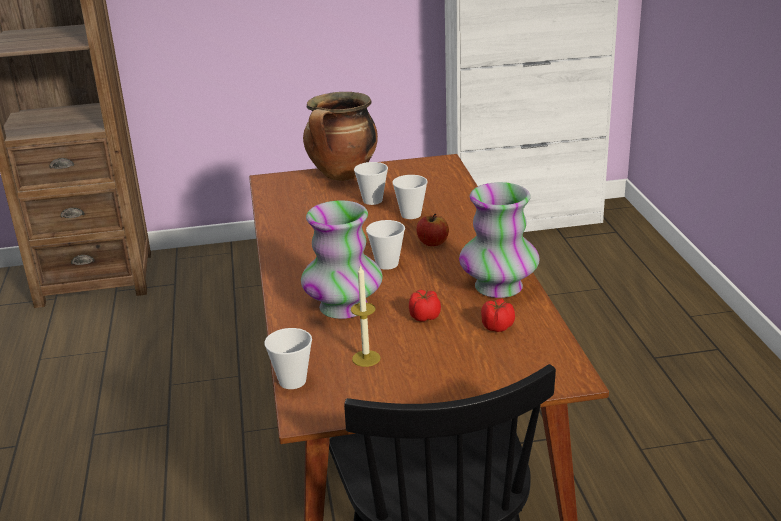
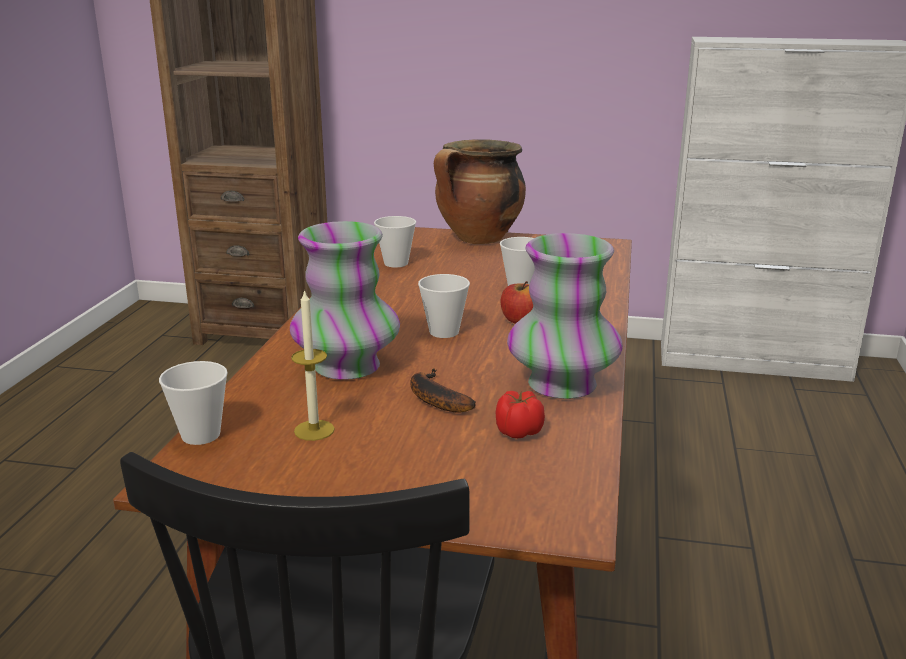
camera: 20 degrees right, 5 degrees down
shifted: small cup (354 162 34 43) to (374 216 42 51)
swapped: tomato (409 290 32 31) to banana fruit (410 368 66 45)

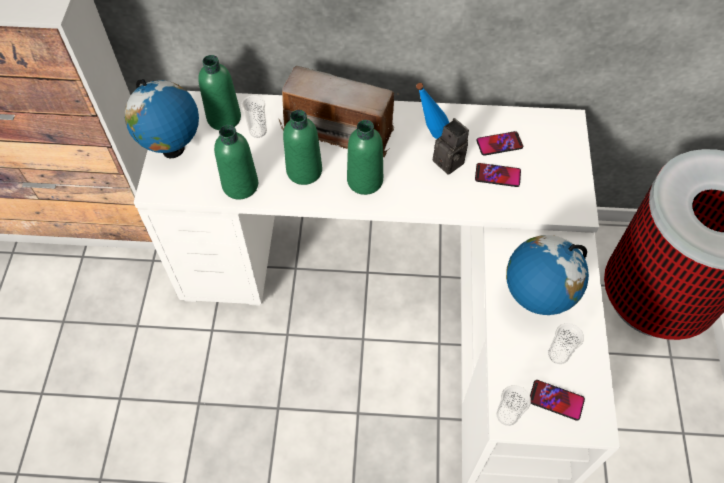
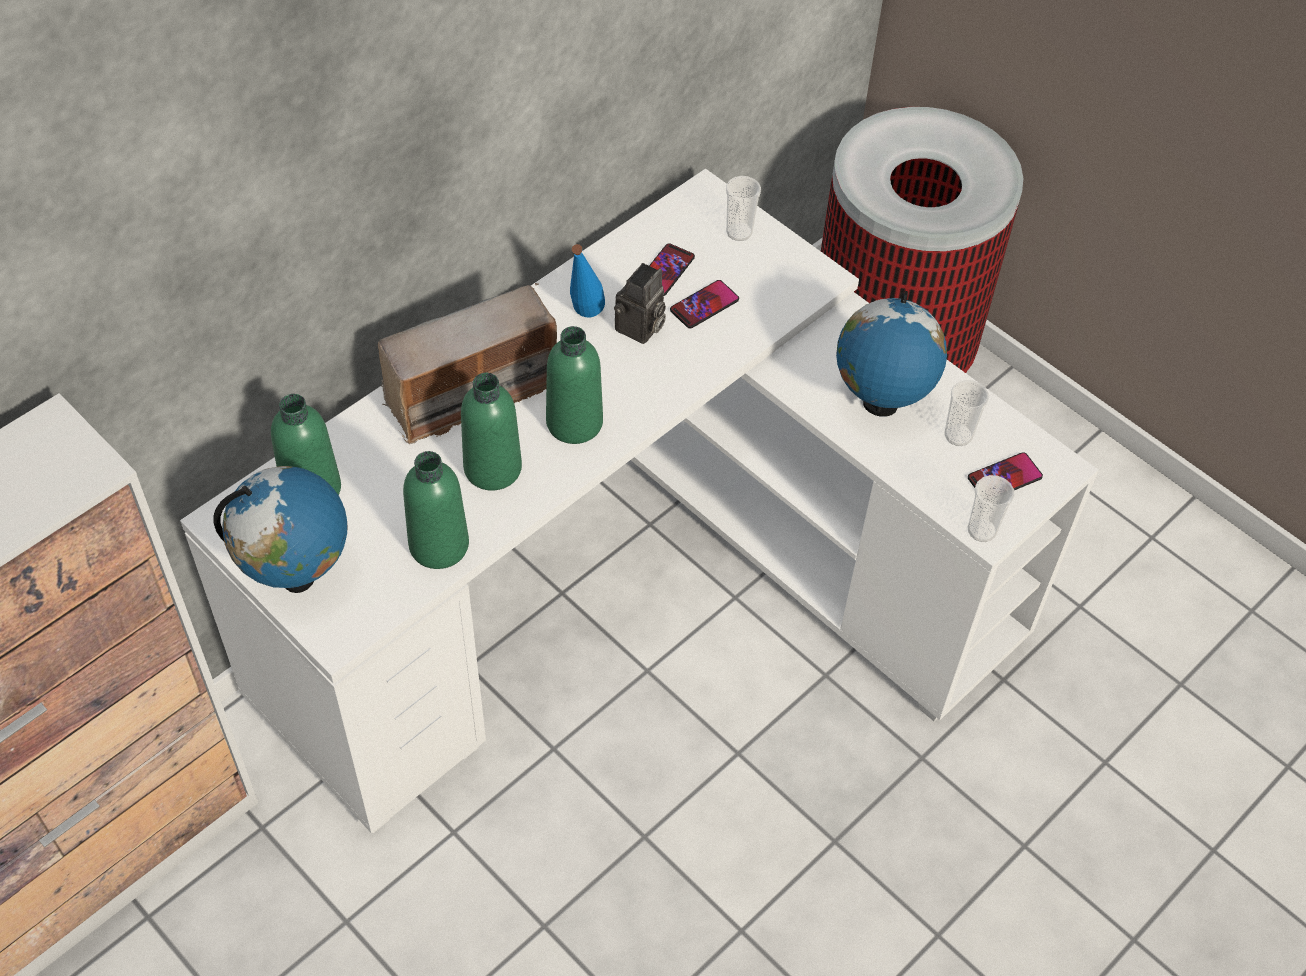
camera: 50 degrees left, 5 degrees down
shifted: small cup (241 95 26 43) to (726 176 35 65)
rotated: photo camera (433 118 36 57) = (614 263 52 81) 120 degrees clockwise

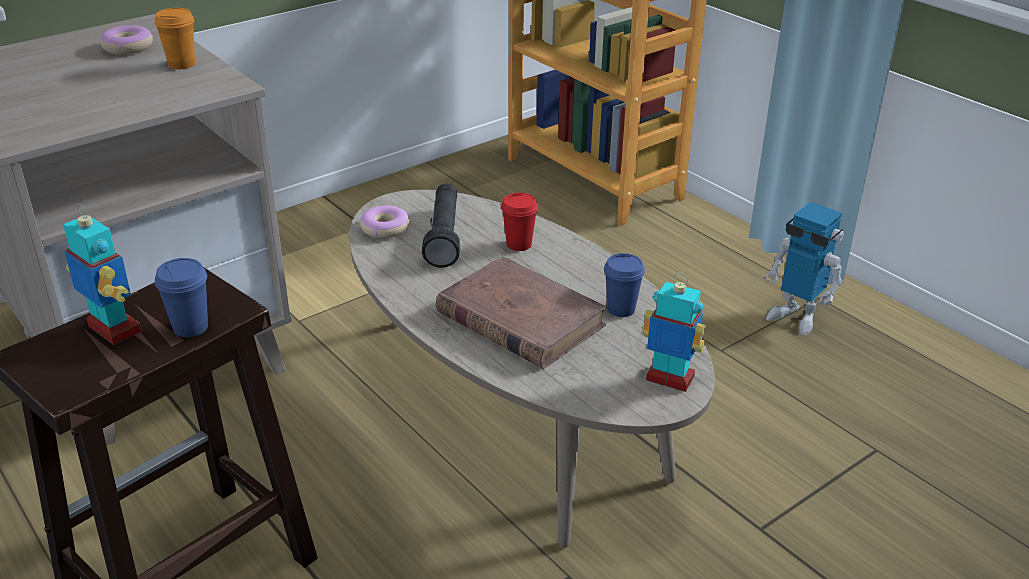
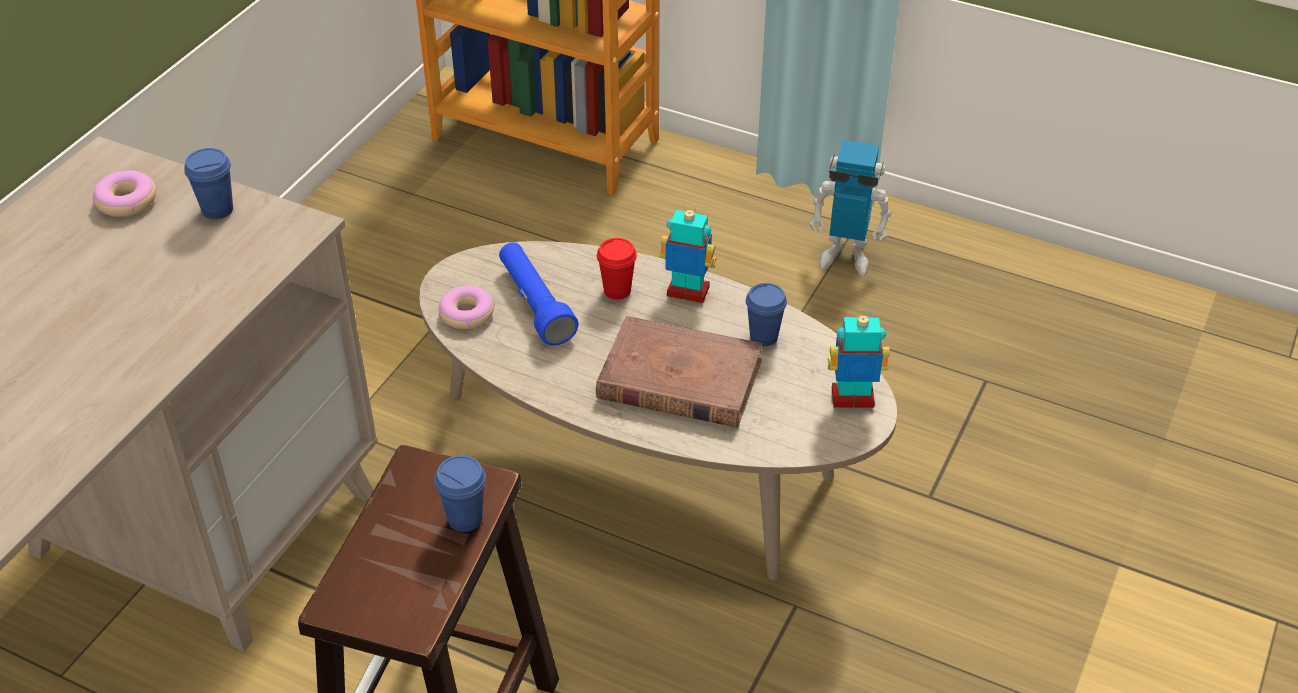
camera: 25 degrees left, 10 degrees up
shifted: robot figure (63 203 79 142) to (659 203 57 100)
repainted: orange-coloured small cup (154 8 41 61) to blue small cup (184 148 49 71); blackish hand torch (422 184 38 84) to blue hand torch (499 242 80 104)

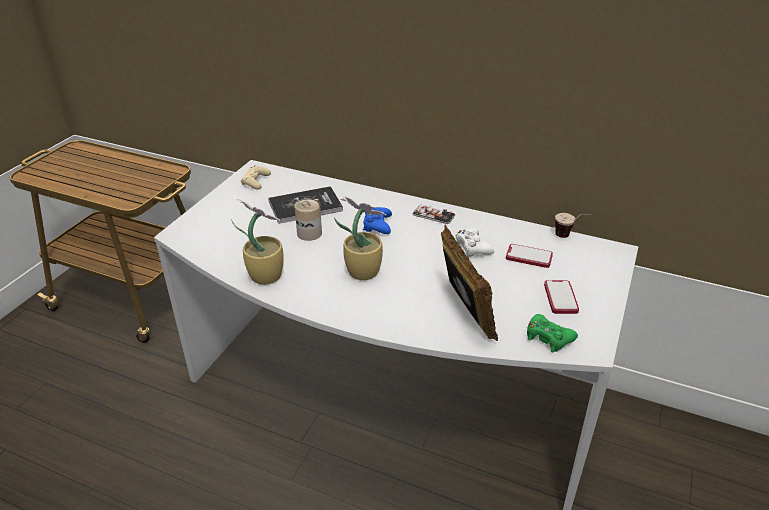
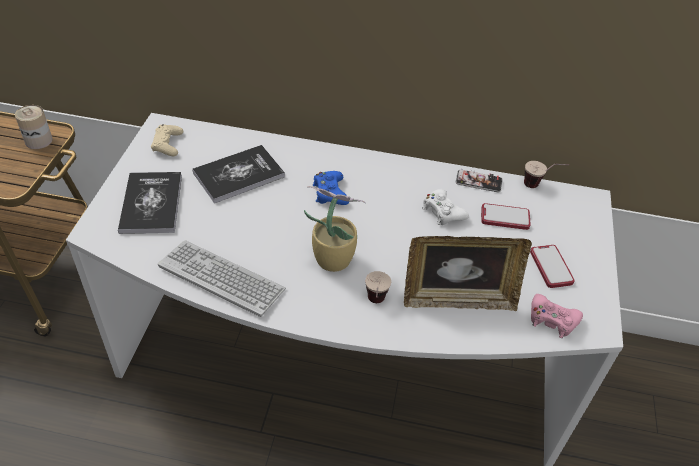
camera: 15 degrees left, 10 degrees up
new: bound book (118 172 64 62); small cup (365 271 26 32)
shifted: sealed can (294 199 28 42) to (15 105 38 44); phone (412 204 43 20) to (456 169 47 24)
swapped: houseplant (231 199 53 86) to keyboard (158 240 128 77)
repainted: green-coloured gamepad (527 314 51 38) to pink-coloured gamepad (531 294 52 44)
rotated: photo frame (441 224 57 117) = (404 236 128 75) 120 degrees clockwise

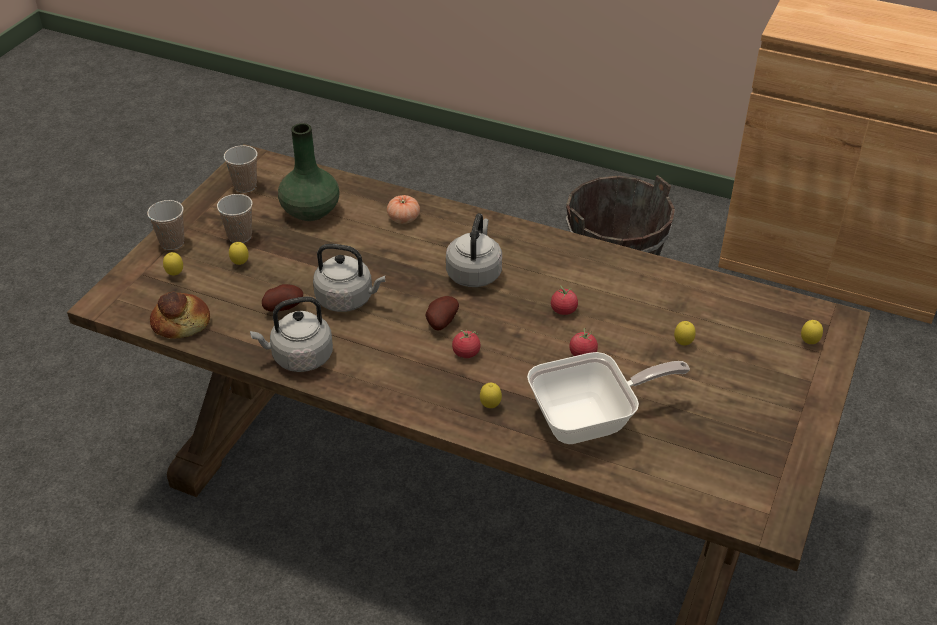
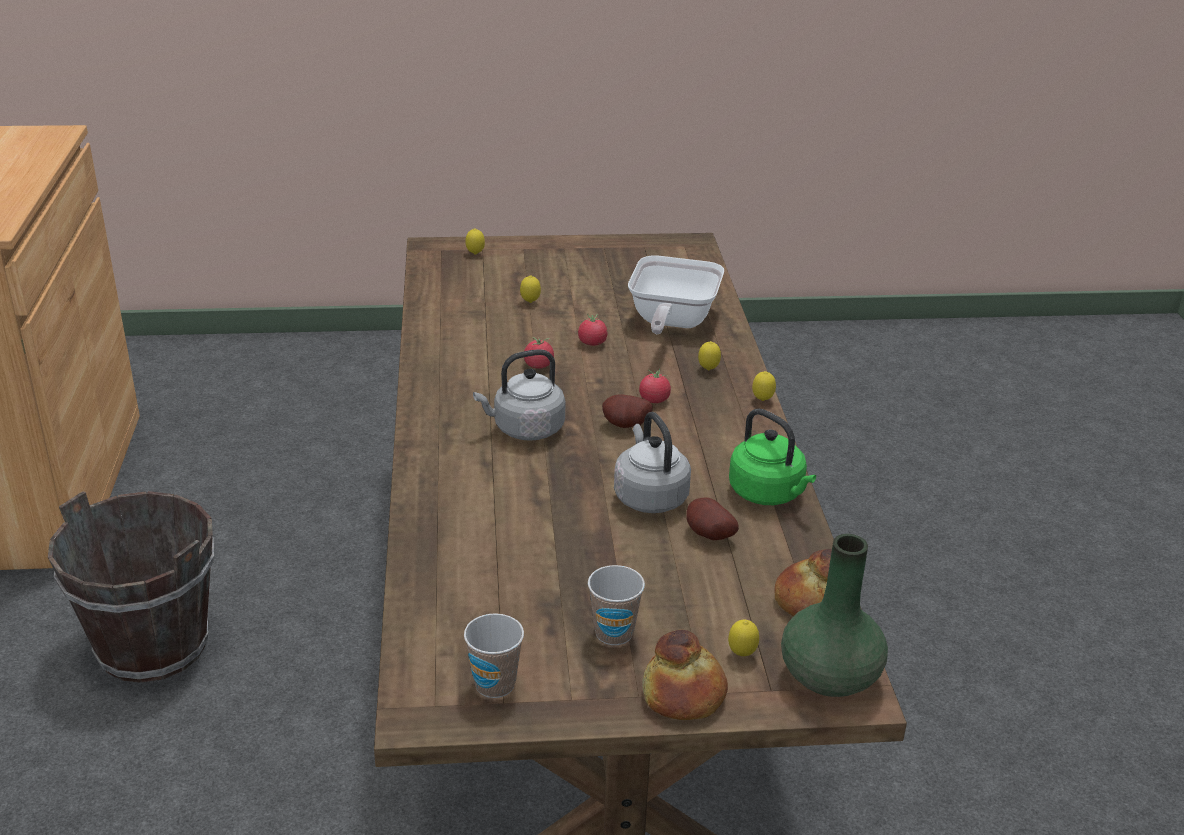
camera: 120 degrees left, 10 degrees down
gone: tomato (387 195 33 29)
shifted: lemon (229 242 20 23) to (752 371 24 30); green-coloured vase (278 123 62 98) to (781 534 107 163)
swapped: small cup (147 200 37 50) to bread (642 630 86 90)
repainted: grey kettle (250 297 83 75) to green-coloured kettle (729 408 87 97)
rotated: frying pan (527 352 163 92) = (628 255 96 79) 120 degrees counterclockwise

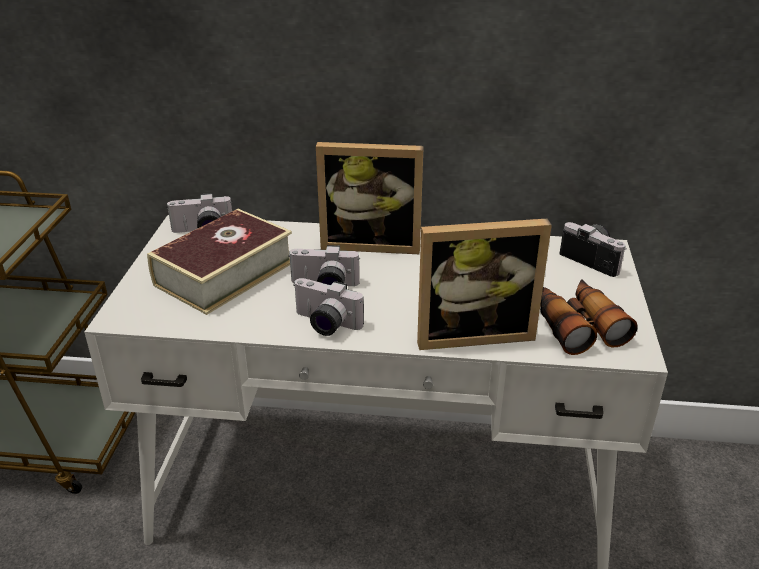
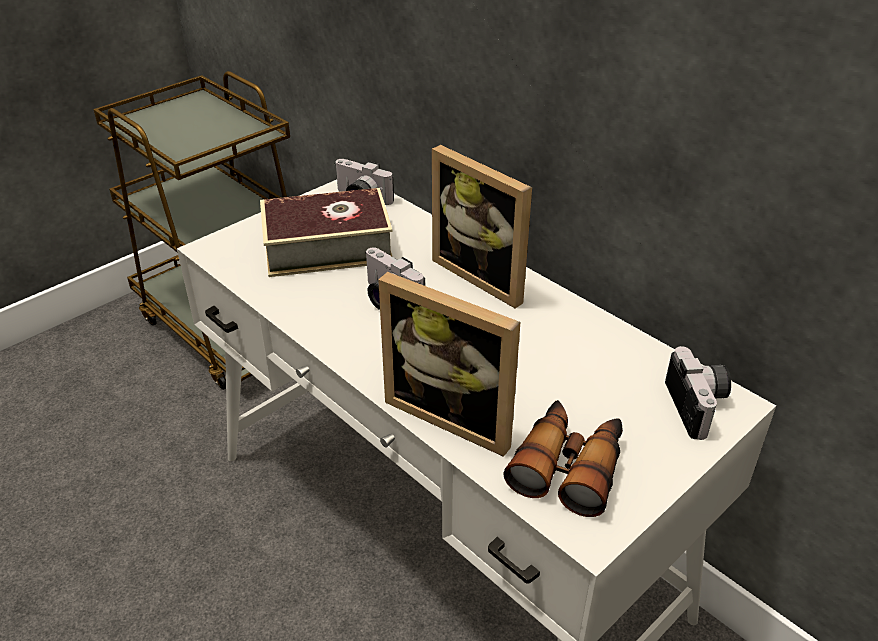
camera: 40 degrees right, 5 degrees up
gone: photo camera (293 278 71 58)

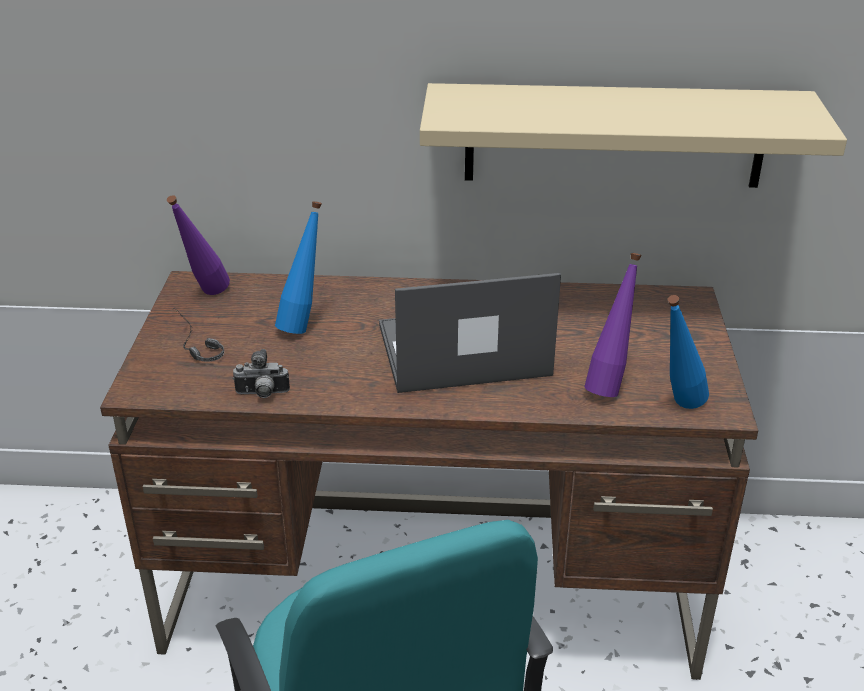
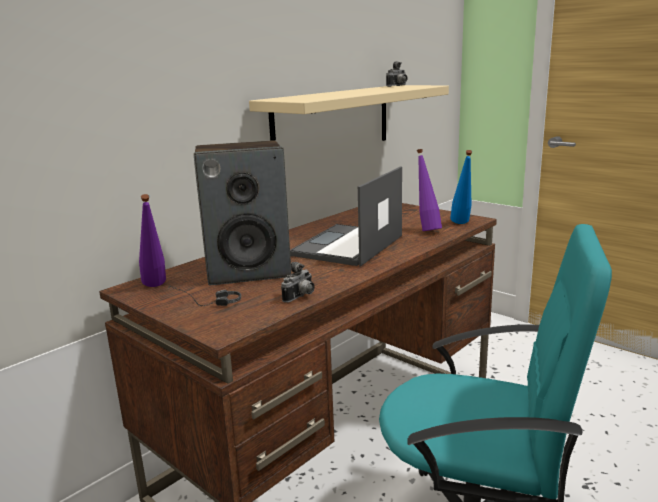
camera: 50 degrees left, 15 degrees down
new: photo camera (386 61 22 26)
swapped: blue beverage bottle (275 201 47 133) to loudspeaker (194 140 97 145)

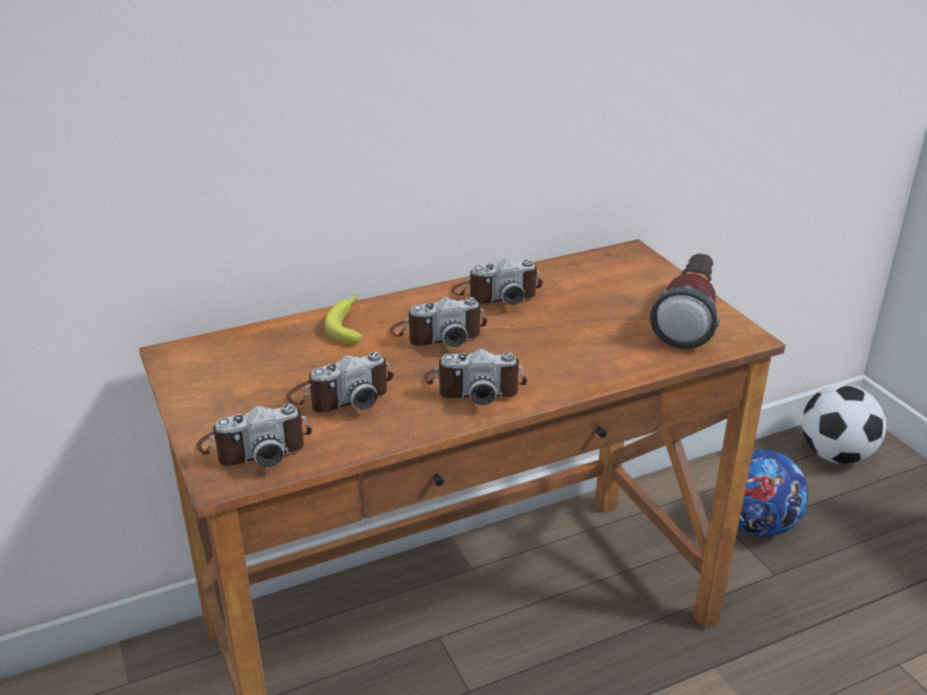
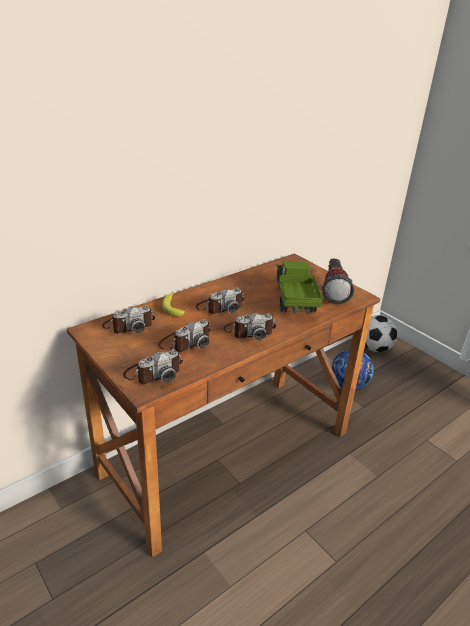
camera: 15 degrees left, 0 degrees up
new: model truck (276 262 46 52)
shifted: photo camera (451 259 92 46) to (102 305 53 29)

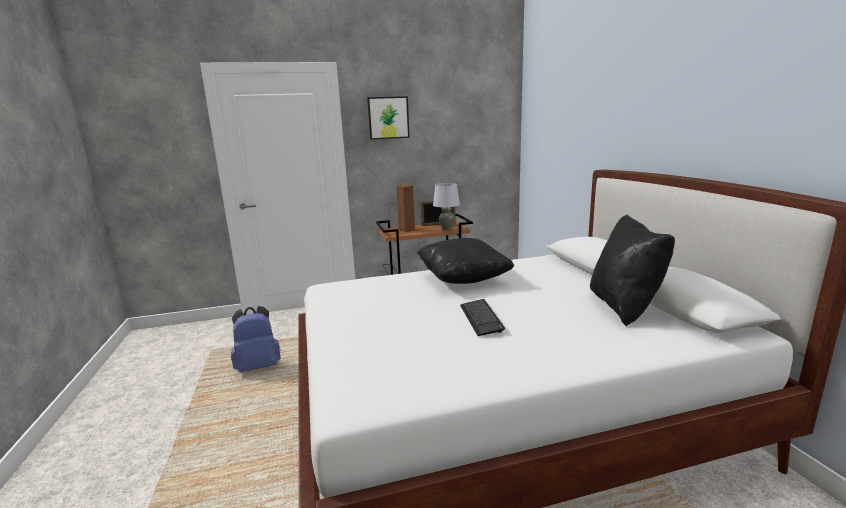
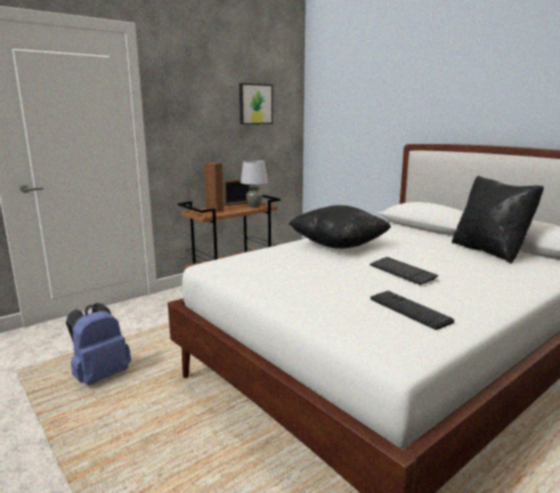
camera: 25 degrees left, 0 degrees up
new: keyboard (370 291 84 39)
shifted: wall art (367 96 43 44) to (239 83 34 41)

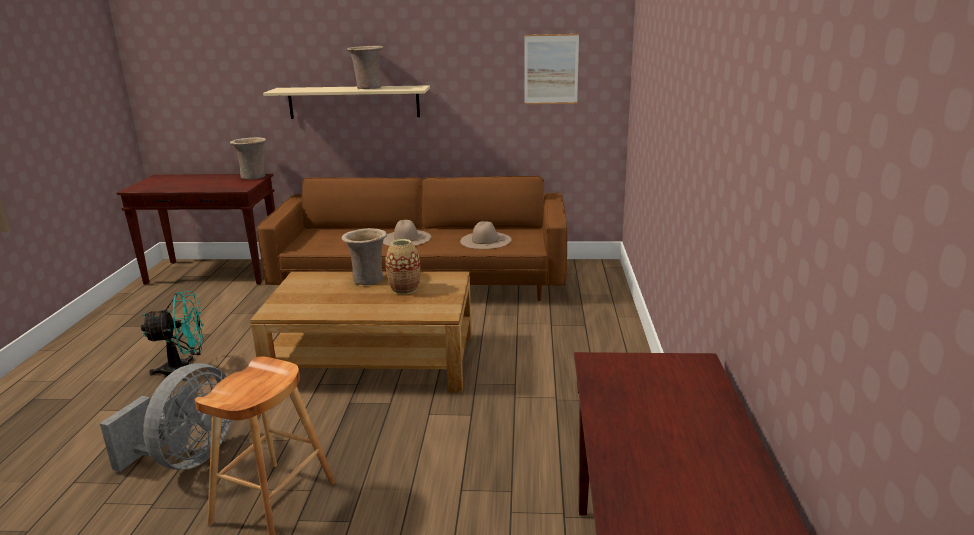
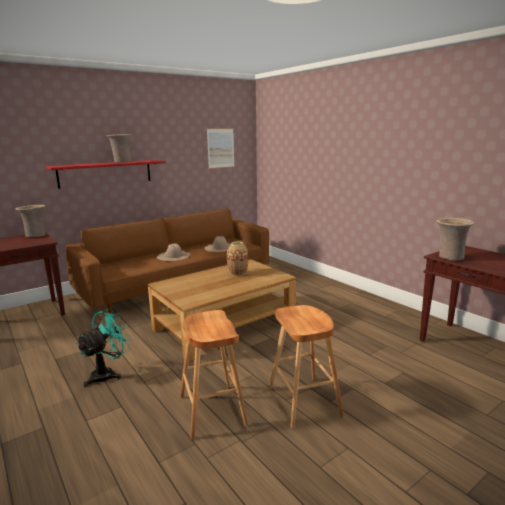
camera: 40 degrees left, 5 degrees down
shifted: beige-coloured vase (342 228 45 57) to (436 218 39 43)
swapped: grey fan (100 363 132 109) to brown-coloured stool seat (180 310 68 130)
repainted: beige-coloured shelf (263 85 167 34) to red shelf (45 160 121 29)

